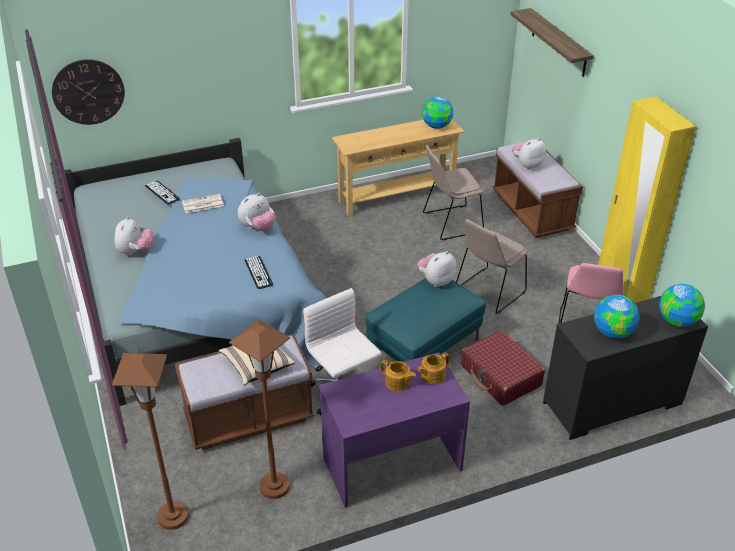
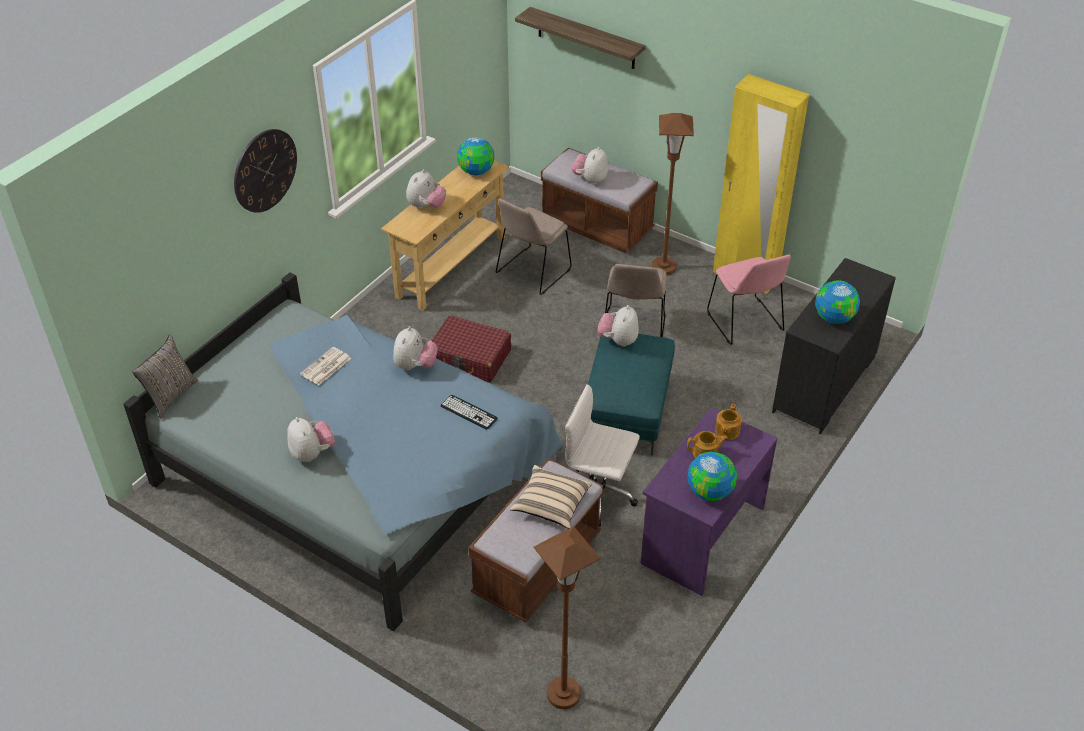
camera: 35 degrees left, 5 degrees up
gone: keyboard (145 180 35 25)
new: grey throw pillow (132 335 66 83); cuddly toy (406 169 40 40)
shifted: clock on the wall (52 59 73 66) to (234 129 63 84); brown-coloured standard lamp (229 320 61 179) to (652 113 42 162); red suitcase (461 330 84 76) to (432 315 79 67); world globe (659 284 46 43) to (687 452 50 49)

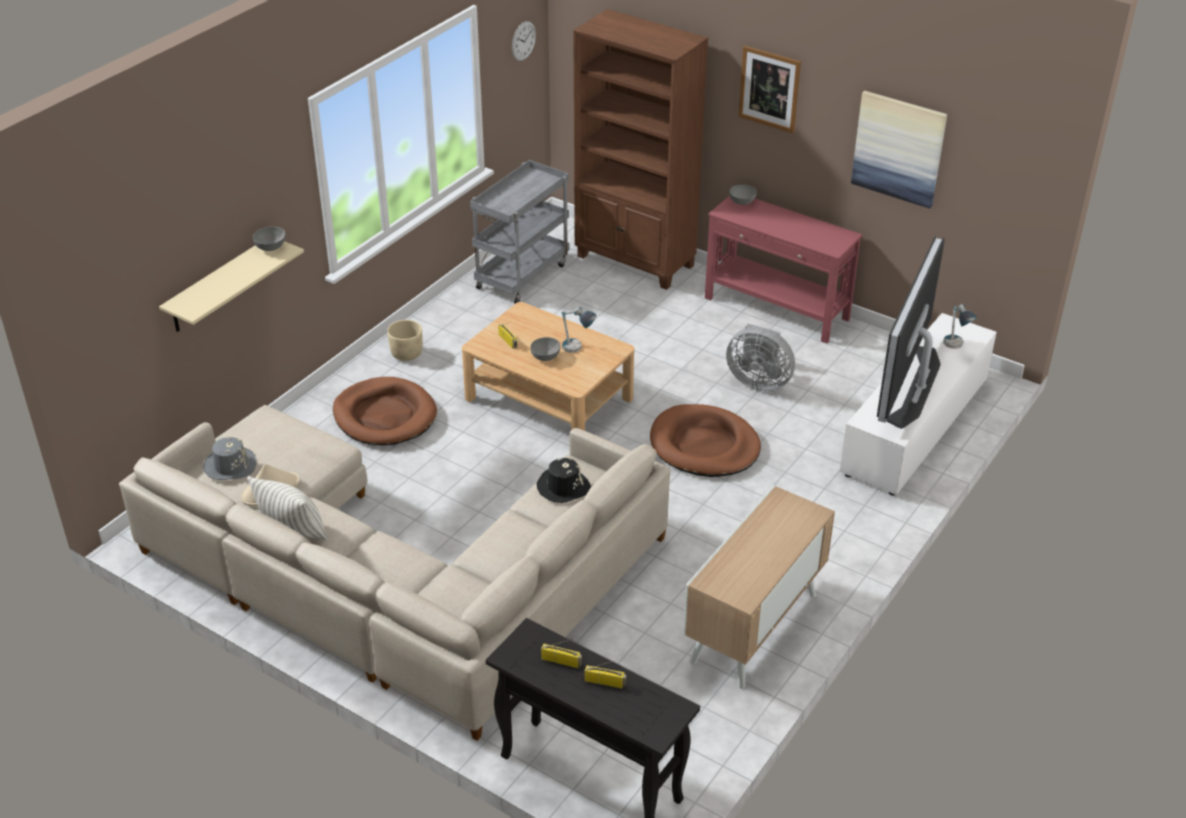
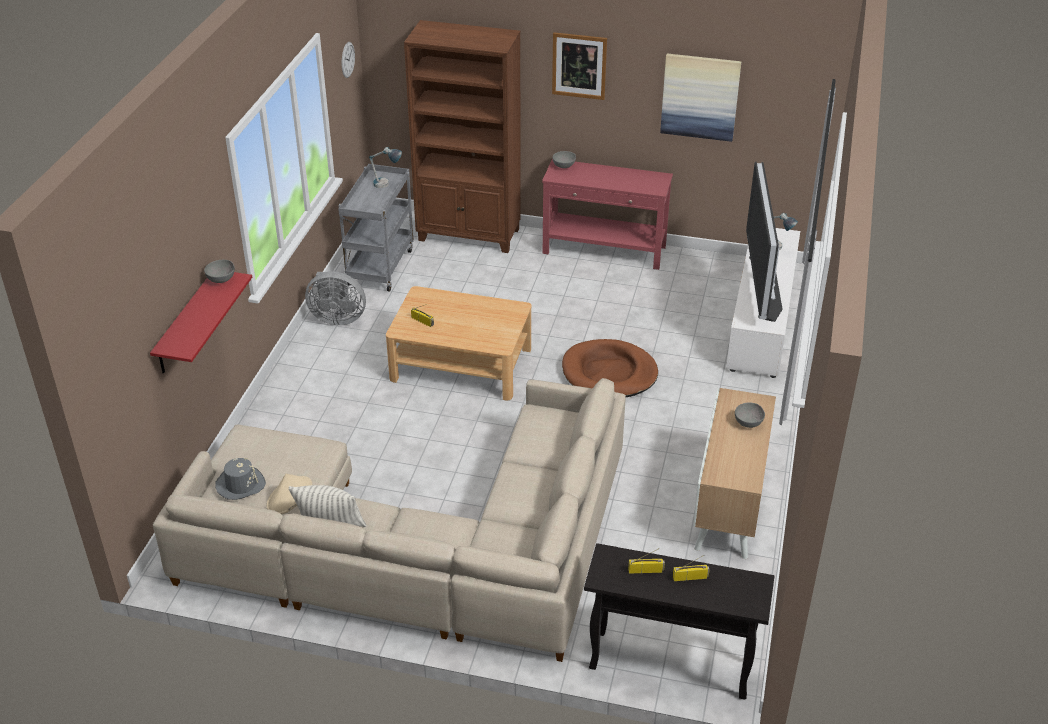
camera: 20 degrees left, 0 degrees up
gone: brown-coloured pet bed (333 377 104 69); beige-coloured planter (387 320 36 41); blackish hat (537 457 54 46)
shifted: grey deep dish (530 337 31 24) to (735 403 30 25); tabletop lamp (562 307 35 46) to (369 147 33 41); grey fan (726 324 69 67) to (305 272 61 53)
repainted: beige-coloured shelf (159 241 145 91) to red shelf (150 272 102 102)

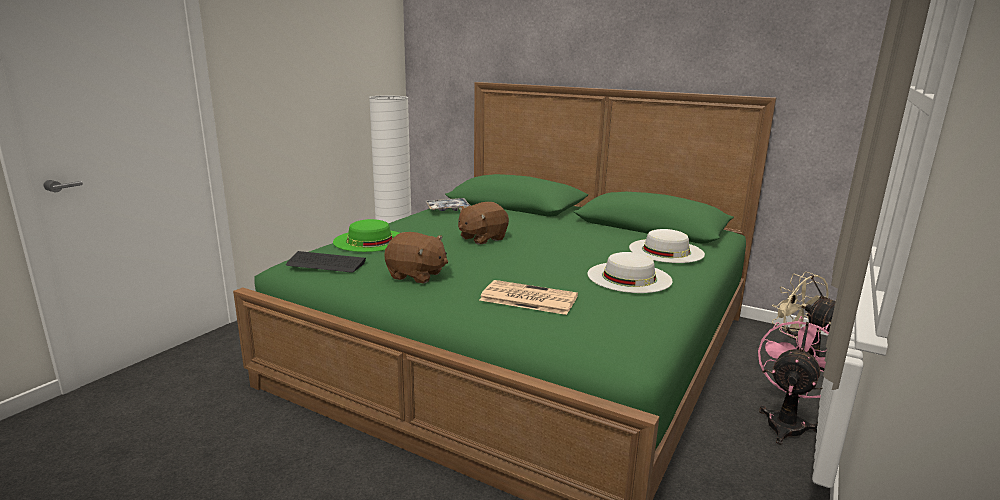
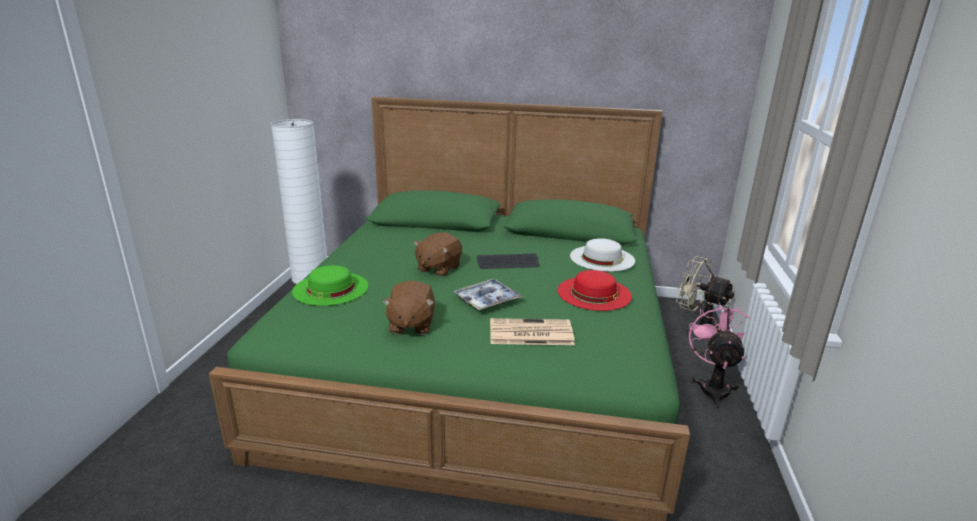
camera: 20 degrees left, 5 degrees up
shifted: keyboard (286 251 80 22) to (476 254 63 15); tray (426 198 45 13) to (453 279 69 31)
repainted: white hat (587 252 86 41) to red hat (558 270 74 41)
rotated: brown-coloured cuddly toy (384 232 64 51) = (382 280 53 55) 90 degrees clockwise

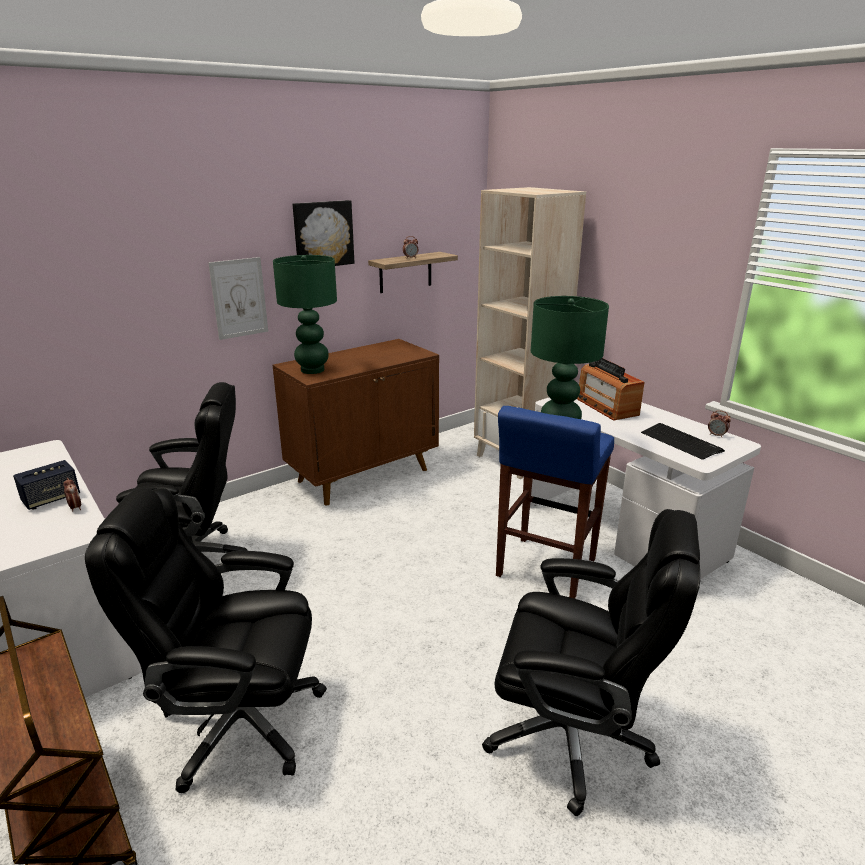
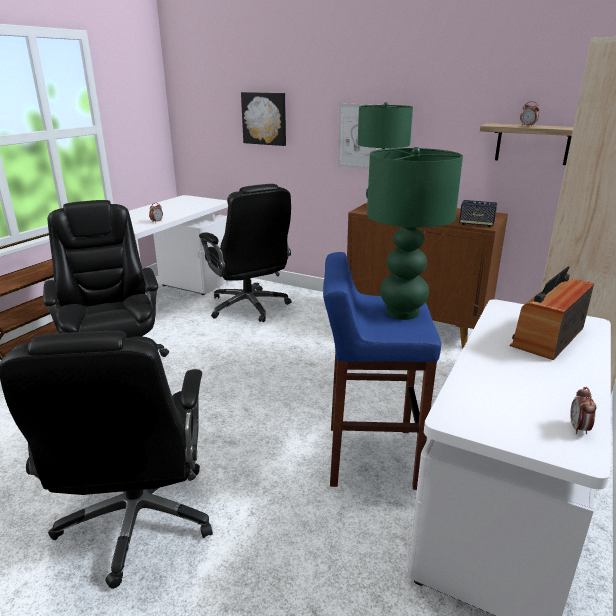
camera: 65 degrees right, 0 degrees up
gone: keyboard (641 423 84 37)
shifted: loudspeaker (13 460 67 50) to (459 200 38 27); wall art (293 200 62 66) to (241 92 45 54)

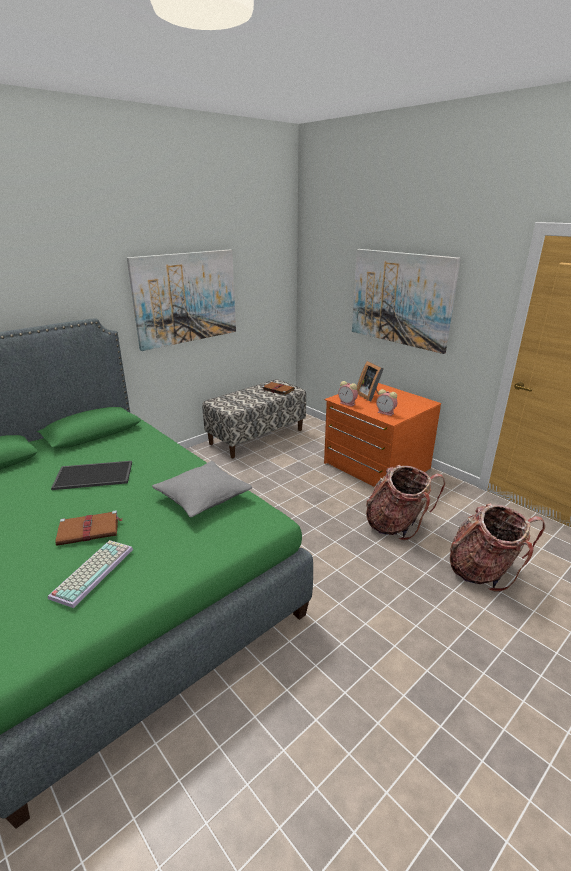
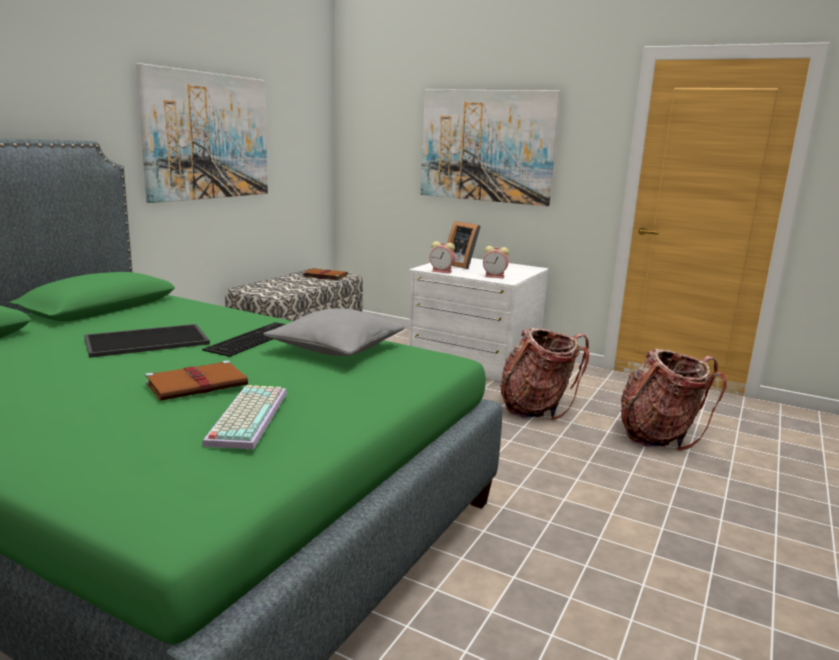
camera: 20 degrees left, 10 degrees down
new: keyboard (202 322 84 35)
repainted: orange-coloured dresser (324 383 117 104) to white dresser (408 258 140 123)

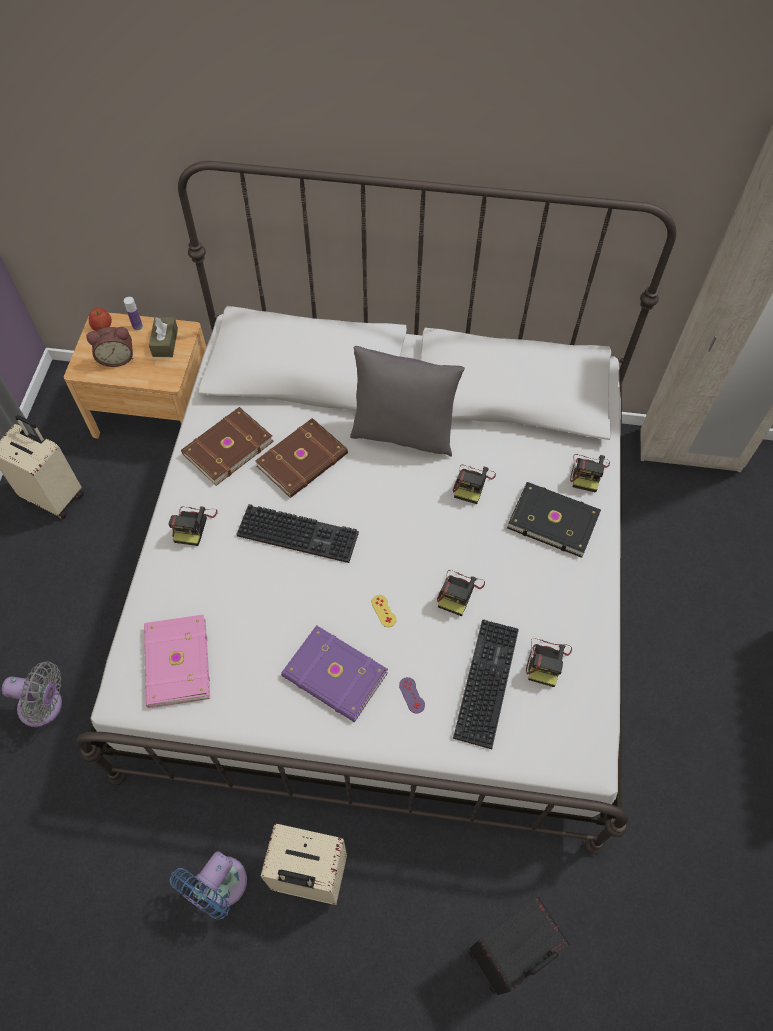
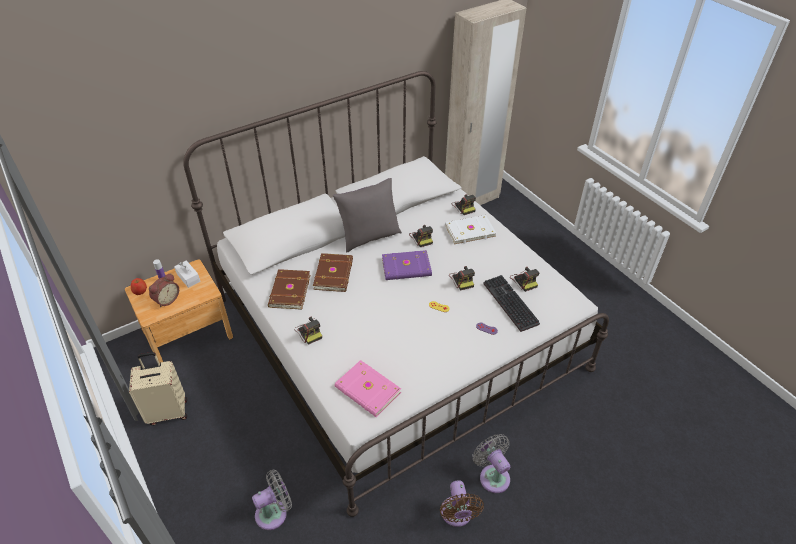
camera: 40 degrees left, 15 degrees down
gone: keyboard (236 504 123 59); blackish suitcase (469 897 102 98)
shifted: purple-coloured bound book (281 625 107 97) to (382 250 50 30)
swapped: beige-coloured suitcase (260 824 87 81) to grey fan (473 434 37 59)
repainted: brown-coloured tissue box (149 317 29 40) to white tissue box (174 260 27 28); blue fan (170 851 77 69) to brown-coloured fan (440 480 44 47); blackish bound book (507 482 94 76) to white bound book (445 215 51 30)

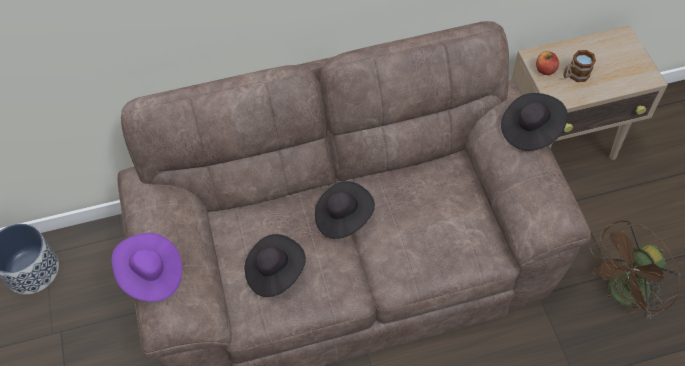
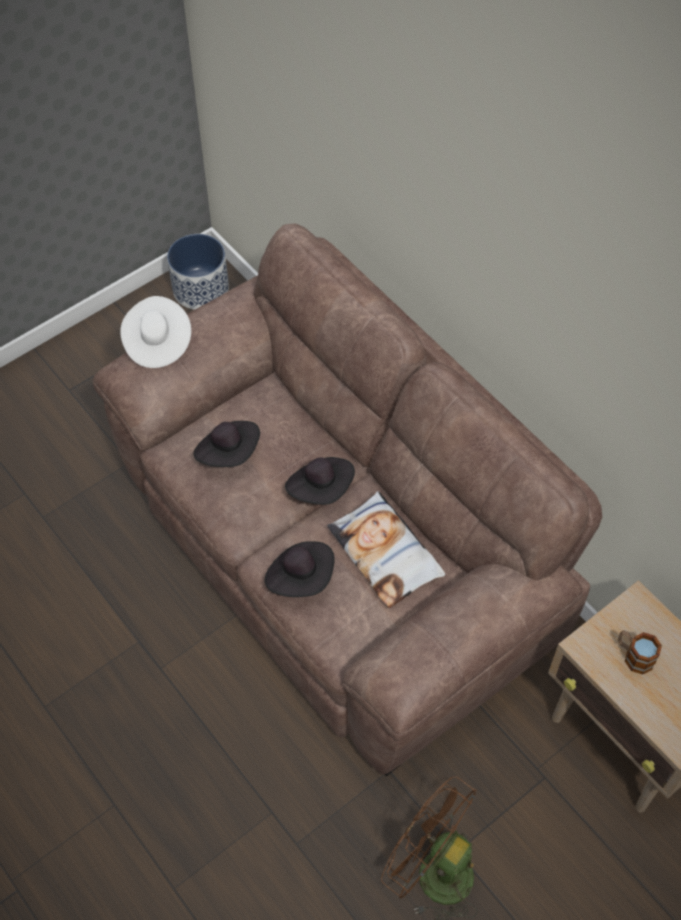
camera: 65 degrees right, 0 degrees up
gone: apple (536 51 23 24)
new: throw pillow (327 491 119 117)
shifted: blackish hat (501 93 67 58) to (265 541 70 56)
repainted: purple-coloured hat (112 233 70 69) to white hat (120 296 71 72)

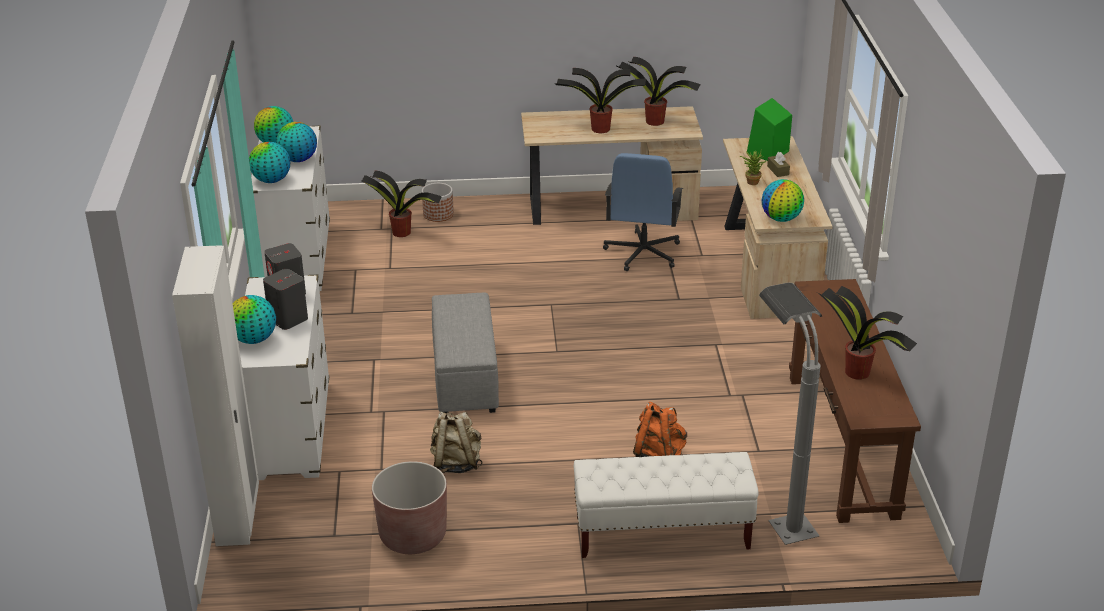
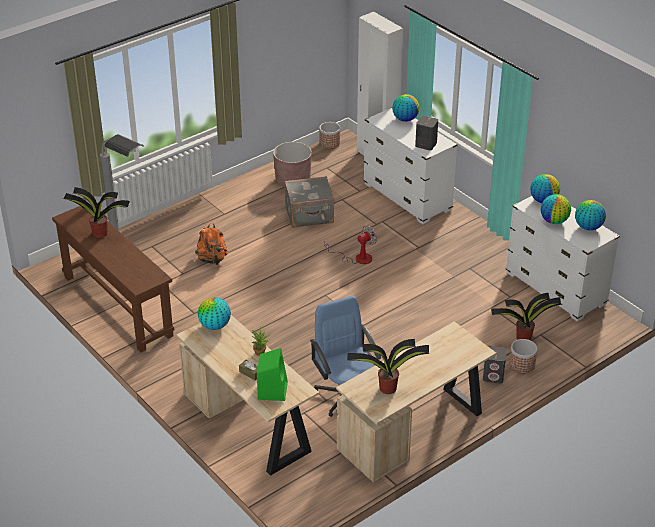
camera: 145 degrees right, 5 degrees up
gone: houseplant (555 68 91 65); white indoor bench (574 452 185 106)
new: planter (319 122 21 27)
shifted: grey loudspeaker (263 269 45 61) to (483 346 24 37)
swapped: beige-coloured backpack (430 411 52 62) to grey suitcase (284 176 51 52); grey ottoman (432 293 67 120) to fan (324 226 53 38)

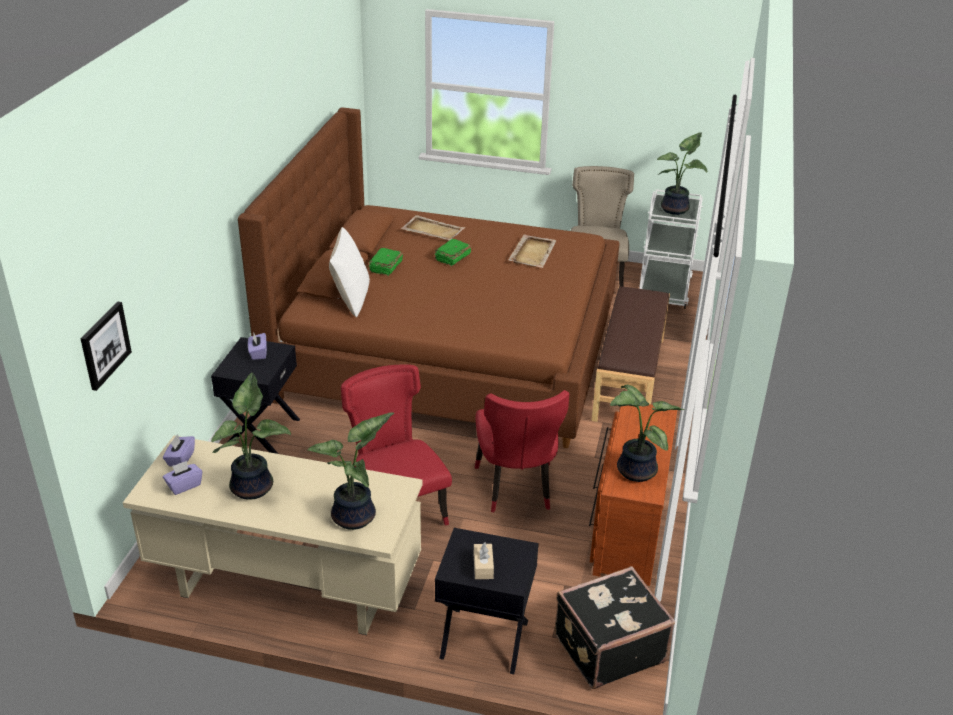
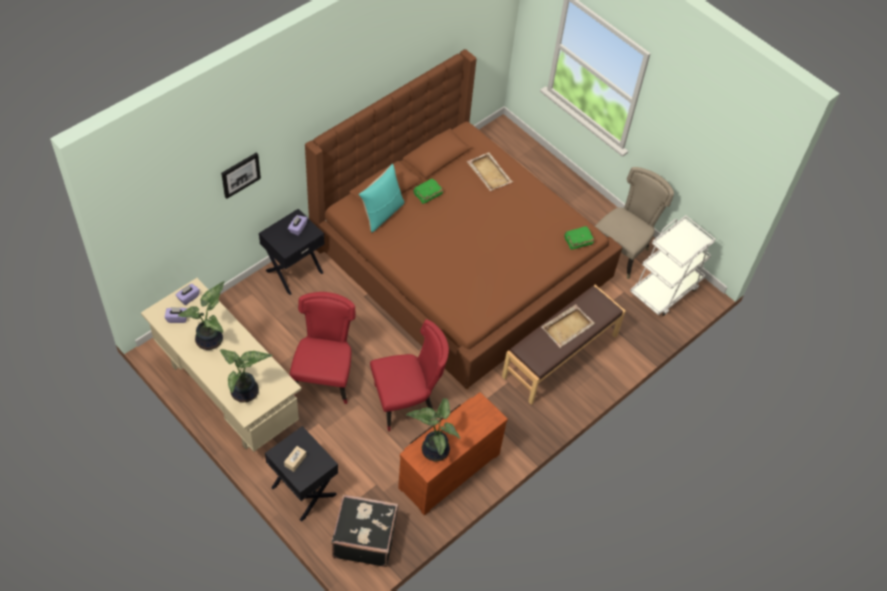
camera: 30 degrees right, 20 degrees up
gone: houseplant (657 132 50 83)
shifted: wall art (81 301 51 90) to (221 153 40 46); green-coloured bound book (434 239 37 27) to (564 226 30 24); beige-coloured tray (509 234 48 34) to (541 304 54 44)
repainted: white throw pillow (329 227 41 90) to turquoise throw pillow (359 164 46 68)
rotated: red plain chair (475 390 94 123) = (370 319 79 112) 135 degrees counterclockwise

